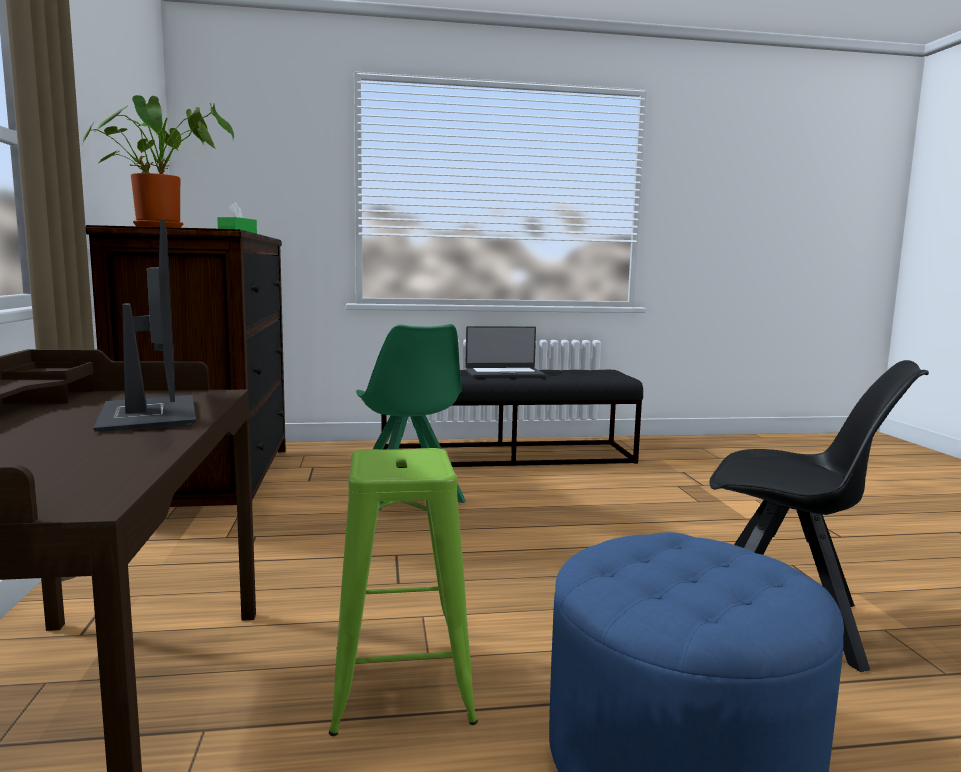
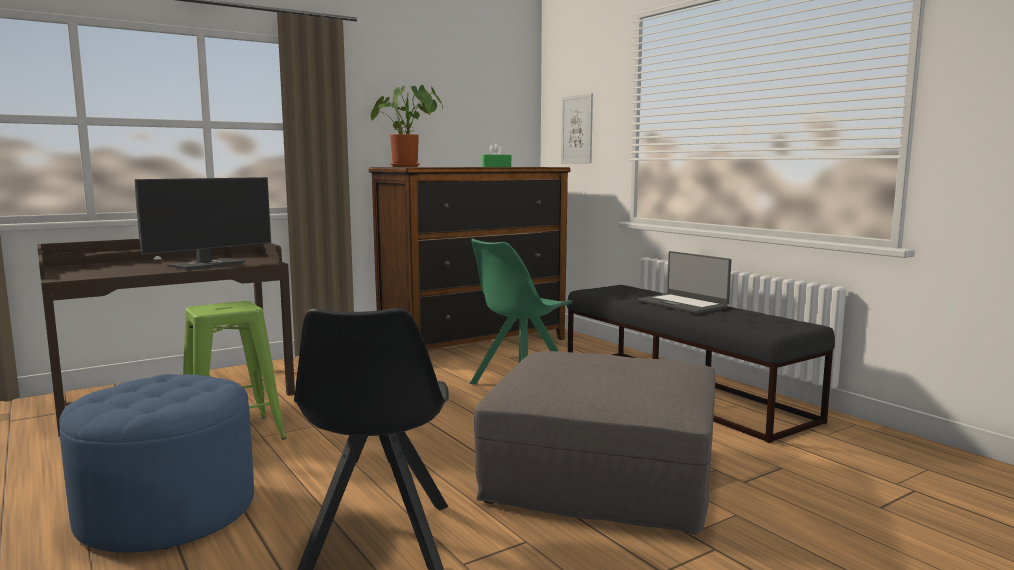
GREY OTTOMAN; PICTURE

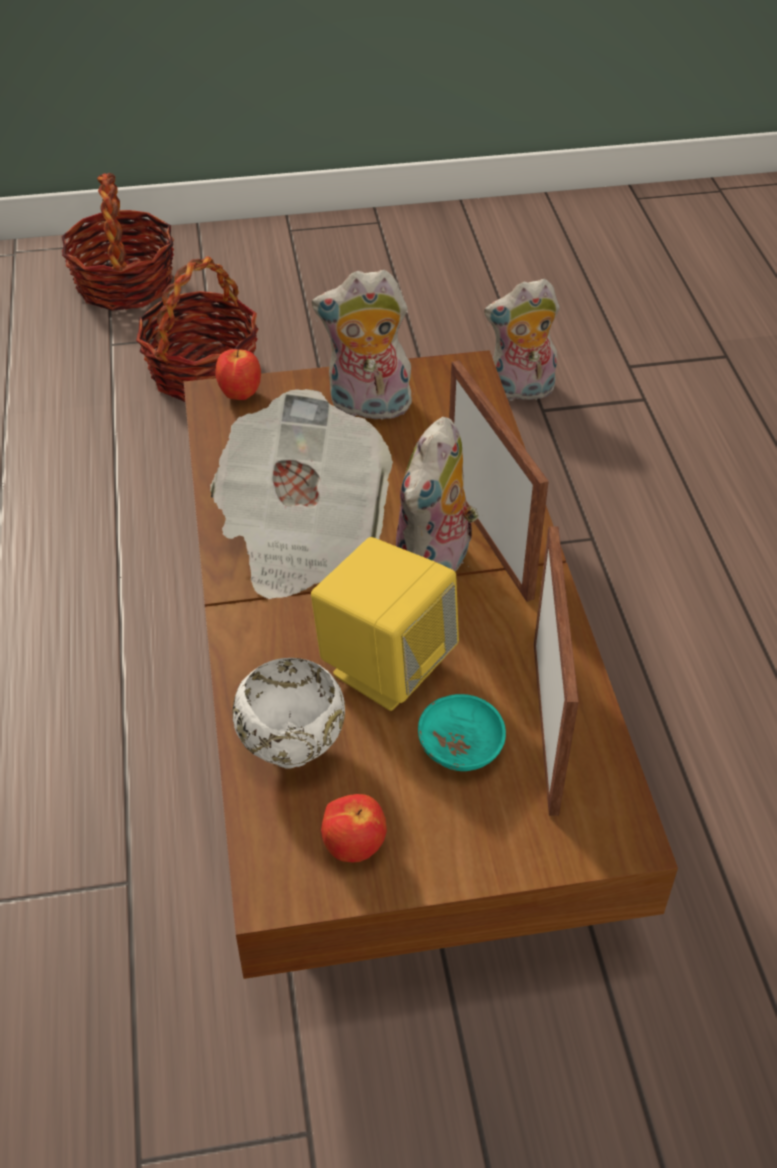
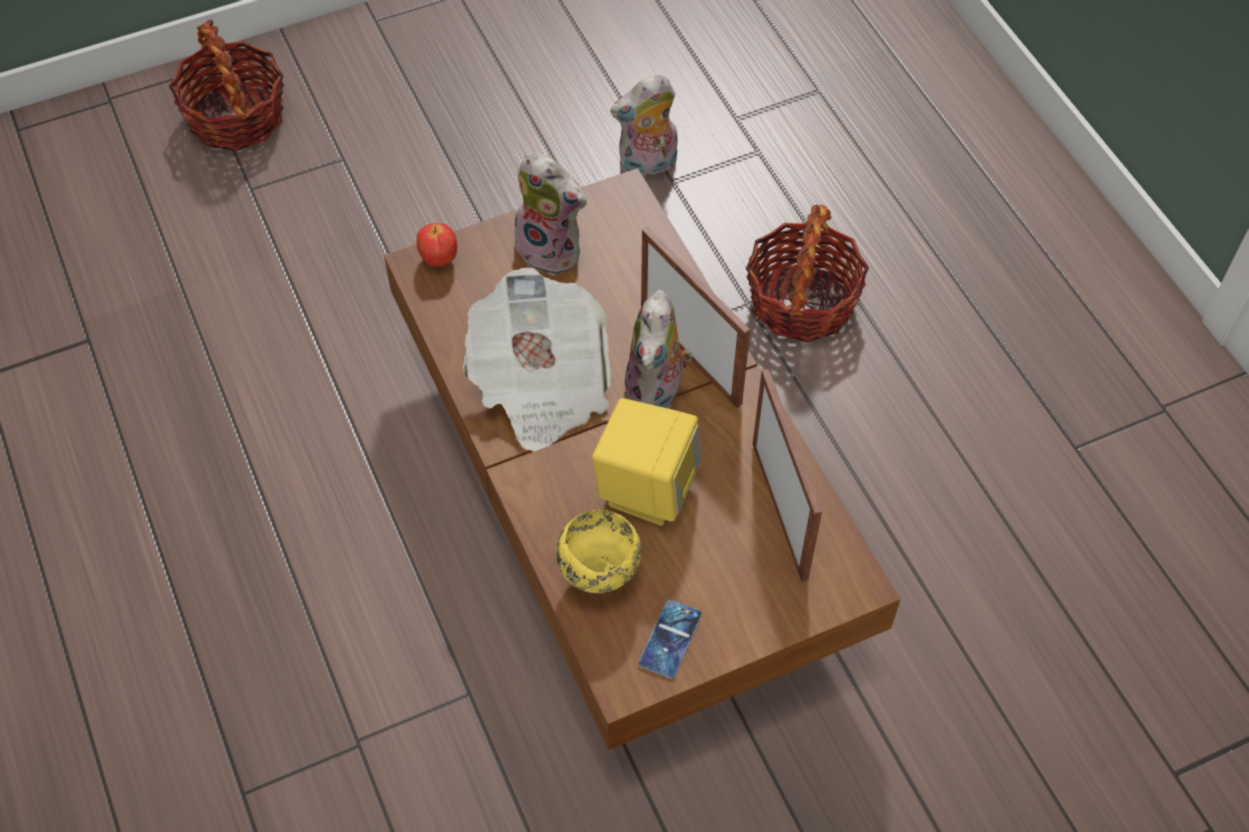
BASKET (no. 2 from left); YELLOW BOWL; PLUSH TOY (no. 1 from left); PHONE; TURQUOISE BOWL

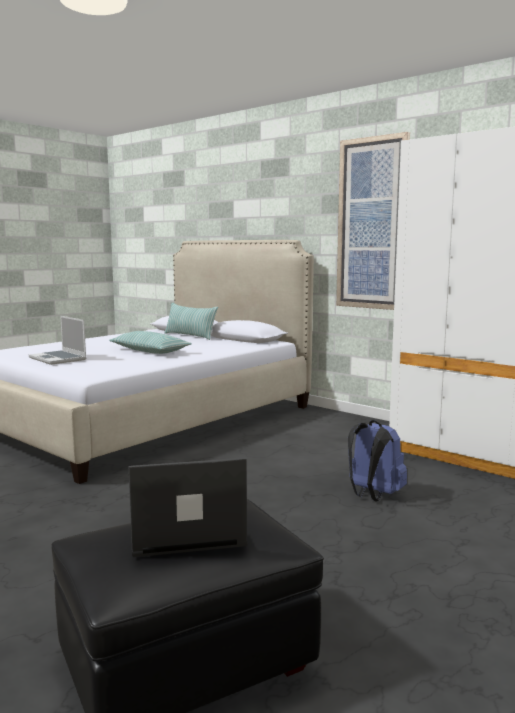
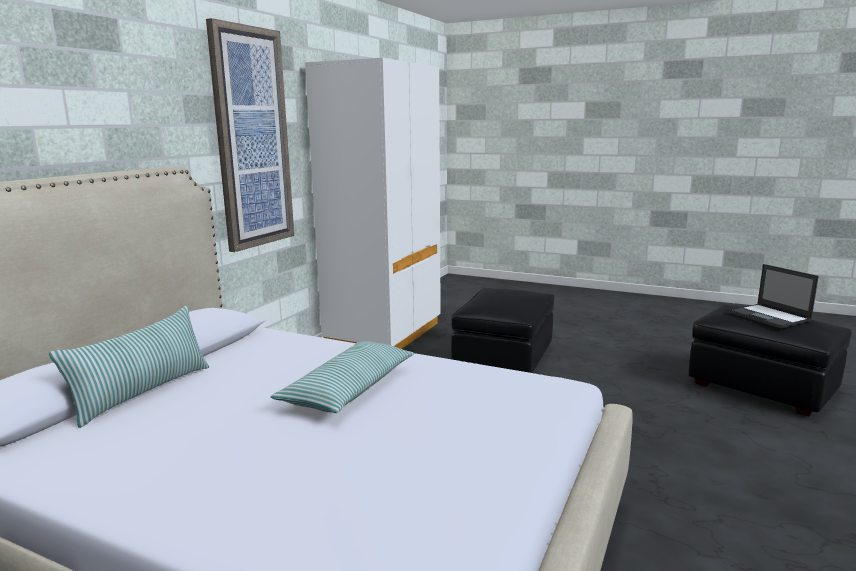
LAPTOP (no. 1 from left in the first image); BLACK OTTOMAN (no. 1 from left)

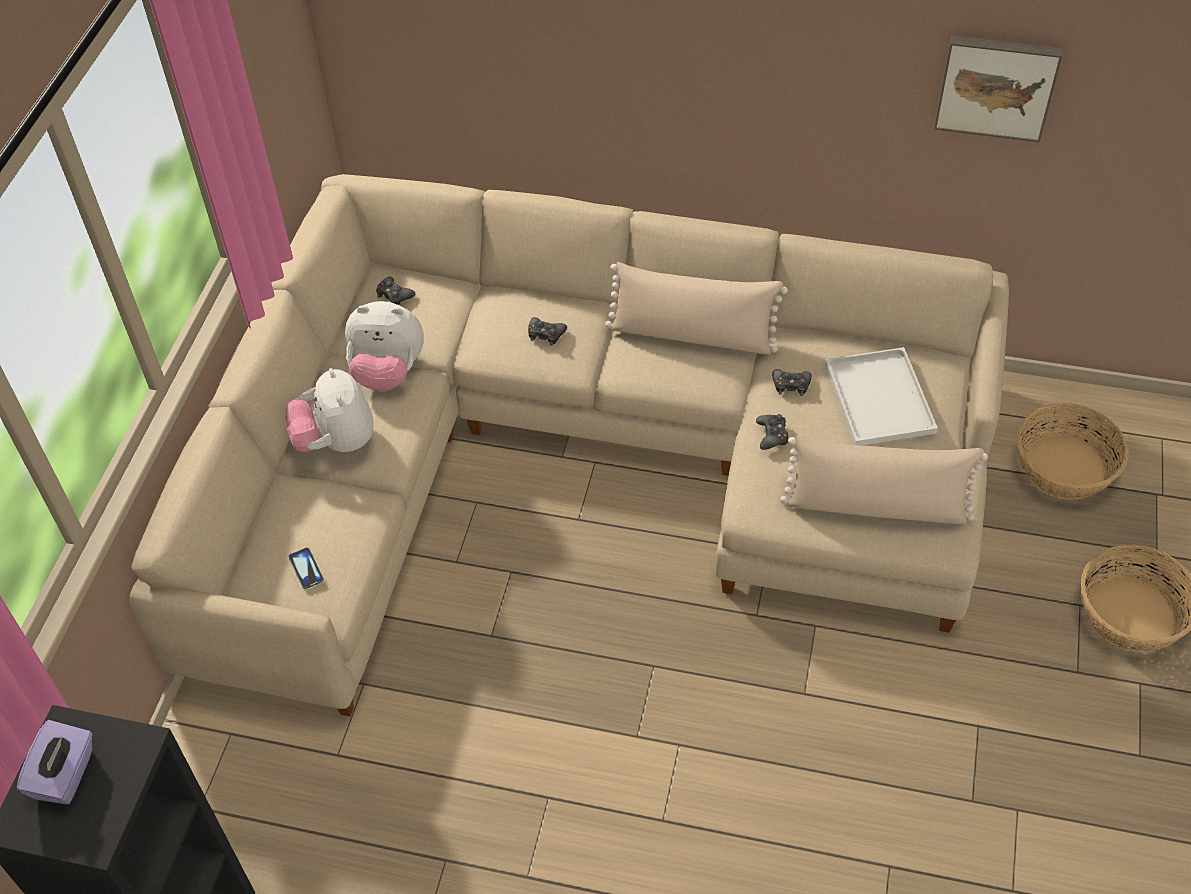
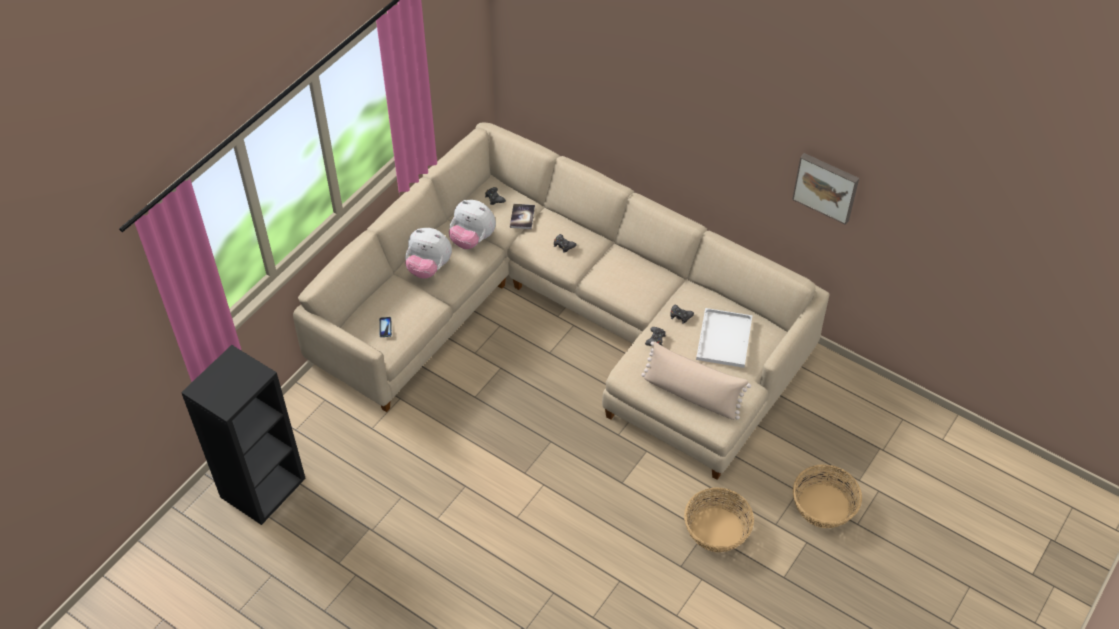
PURPLE TISSUE BOX; PLUSH TOY (no. 1 from left); BEIGE PILLOW (no. 1 from left in the first image); BASKET (no. 1 from left); BOOK

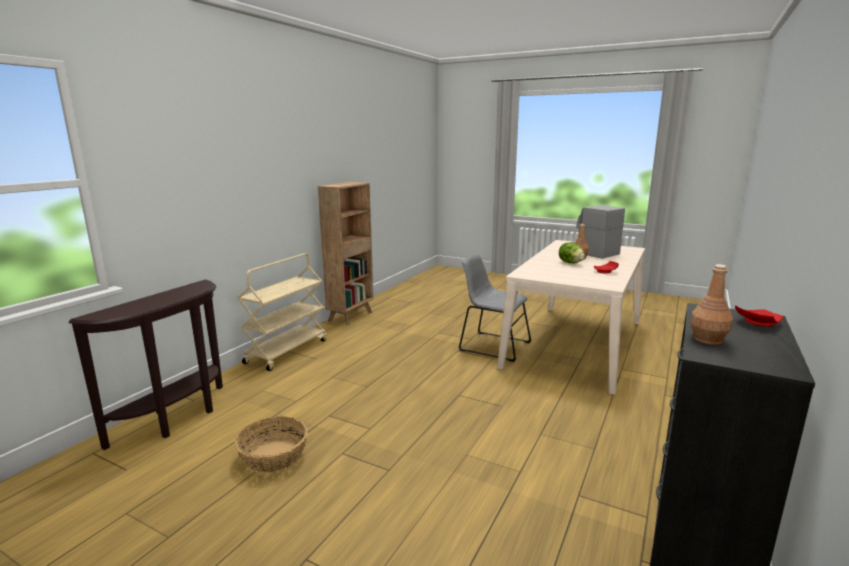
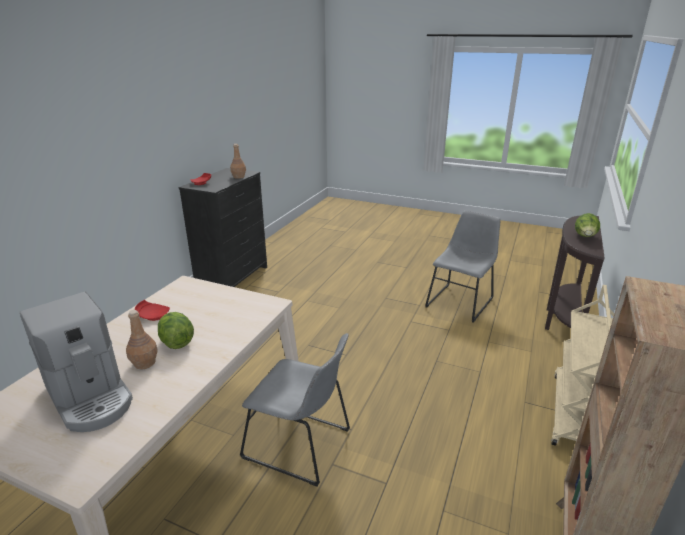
GREY CHAIR (no. 2 from left); LETTUCE (no. 2 from left)

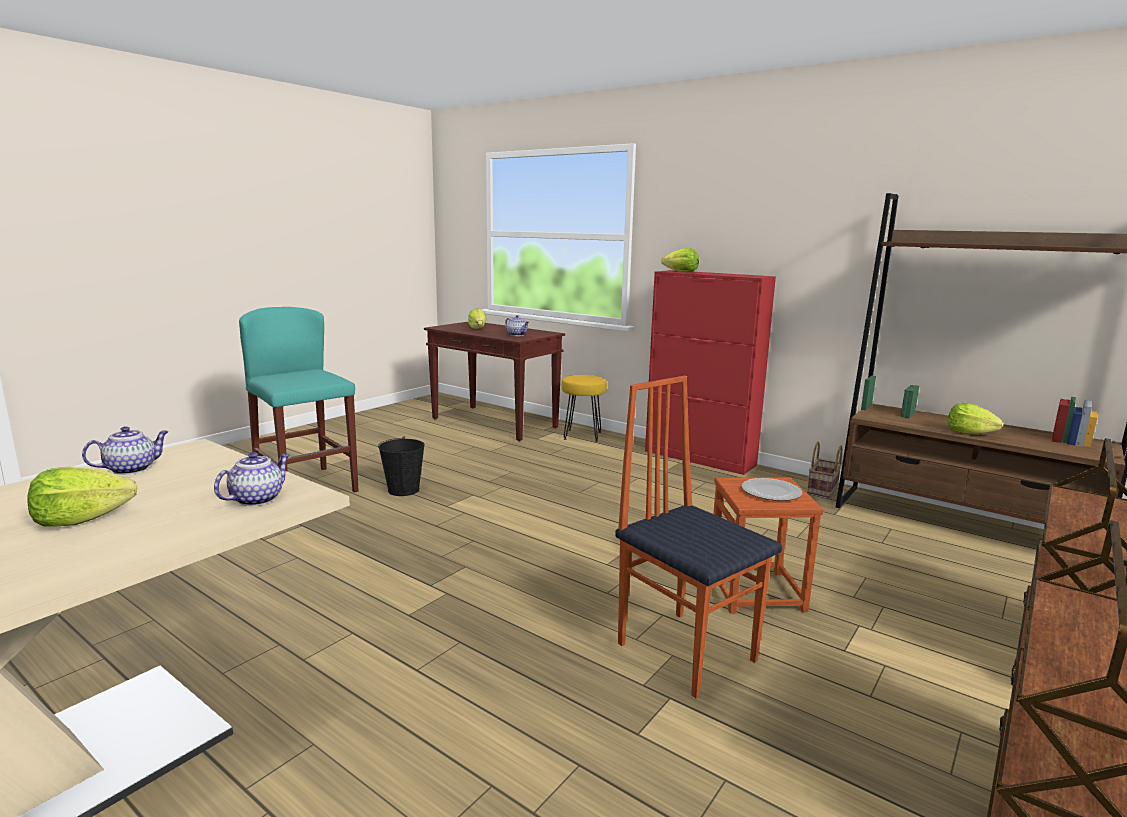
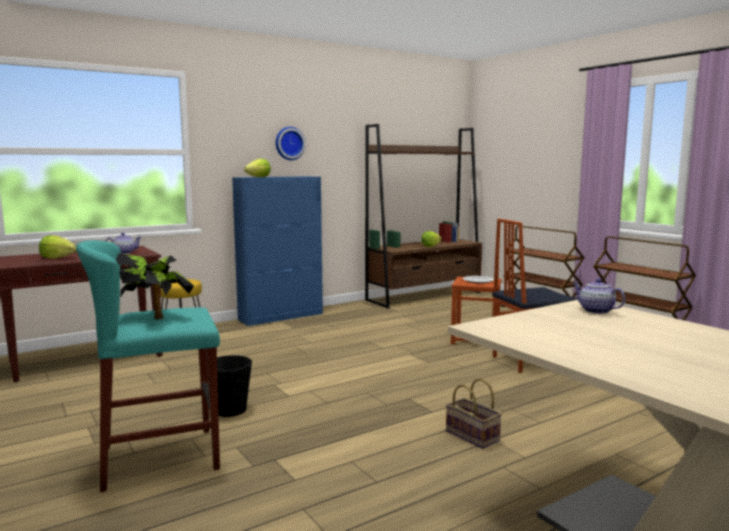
LETTUCE (no. 1 from left in the first image); TEAPOT (no. 1 from left in the first image); BLUE CABINET; BASKET; POTTED PLANT; WALL CLOCK

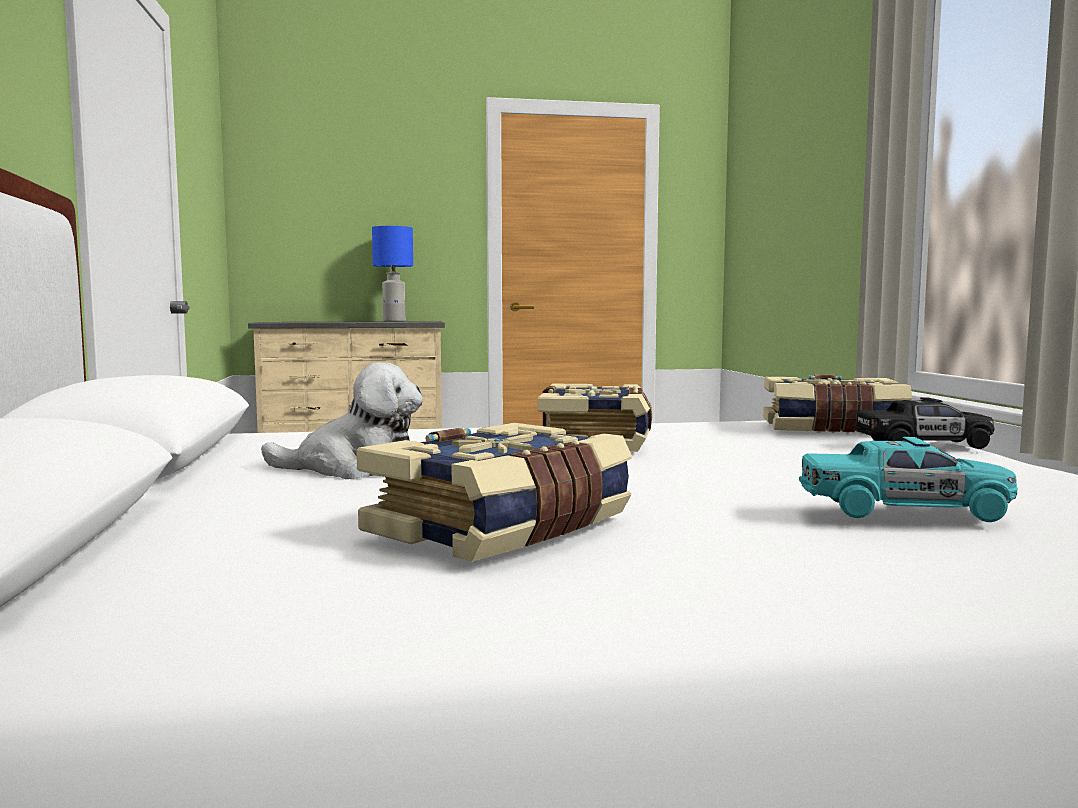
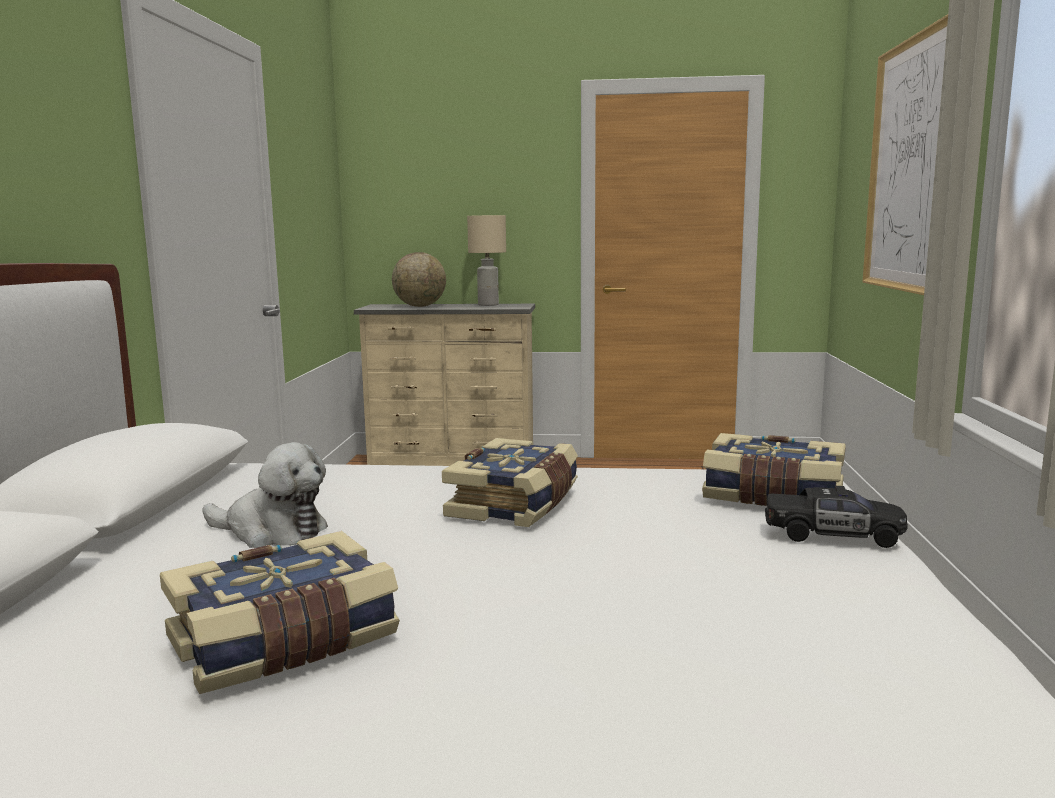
BEIGE TABLE LAMP; TURQUOISE TOY CAR; GLOBE; PICTURE

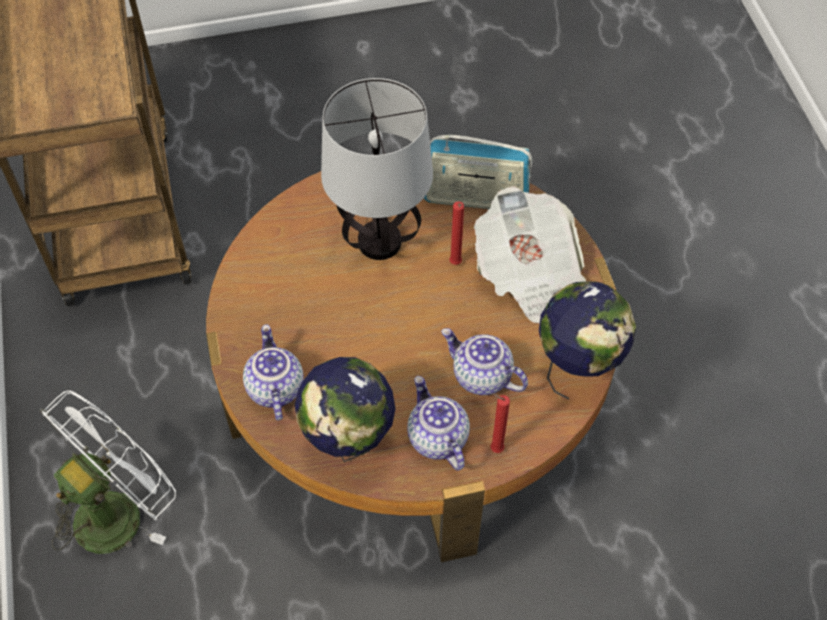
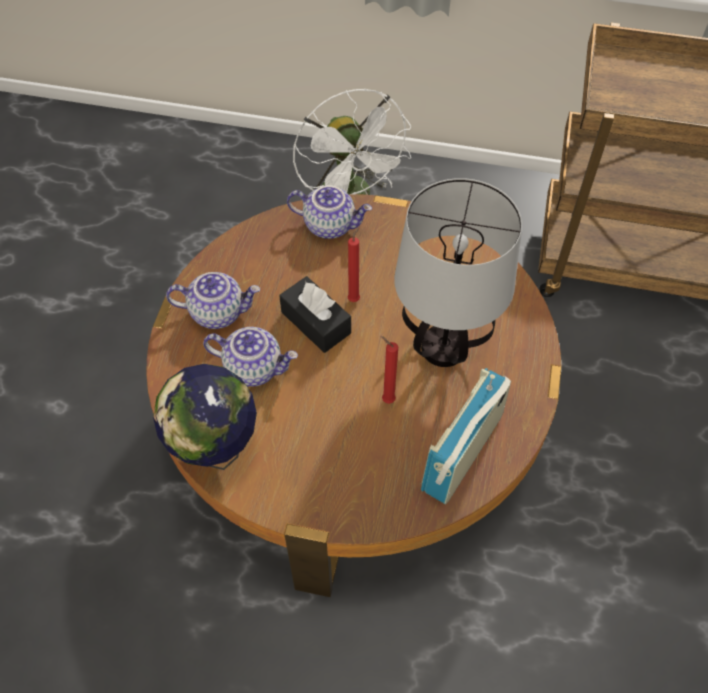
GLOBE (no. 1 from left in the first image); TEAPOT (no. 2 from left); NEWSPAPER; RED CANDLE (no. 1 from left); BLACK TISSUE BOX

